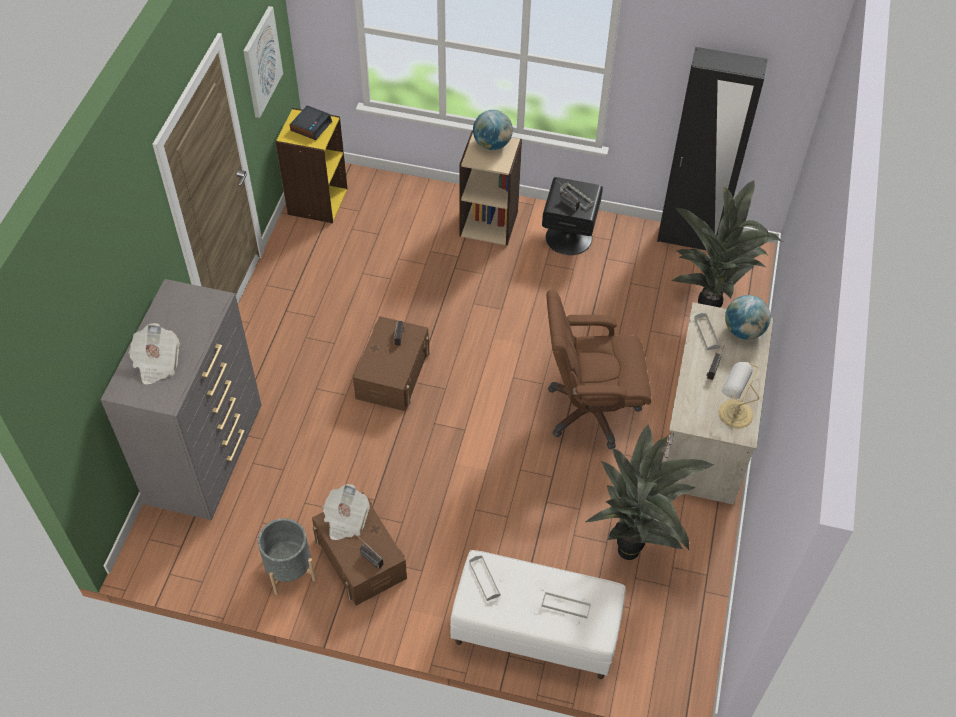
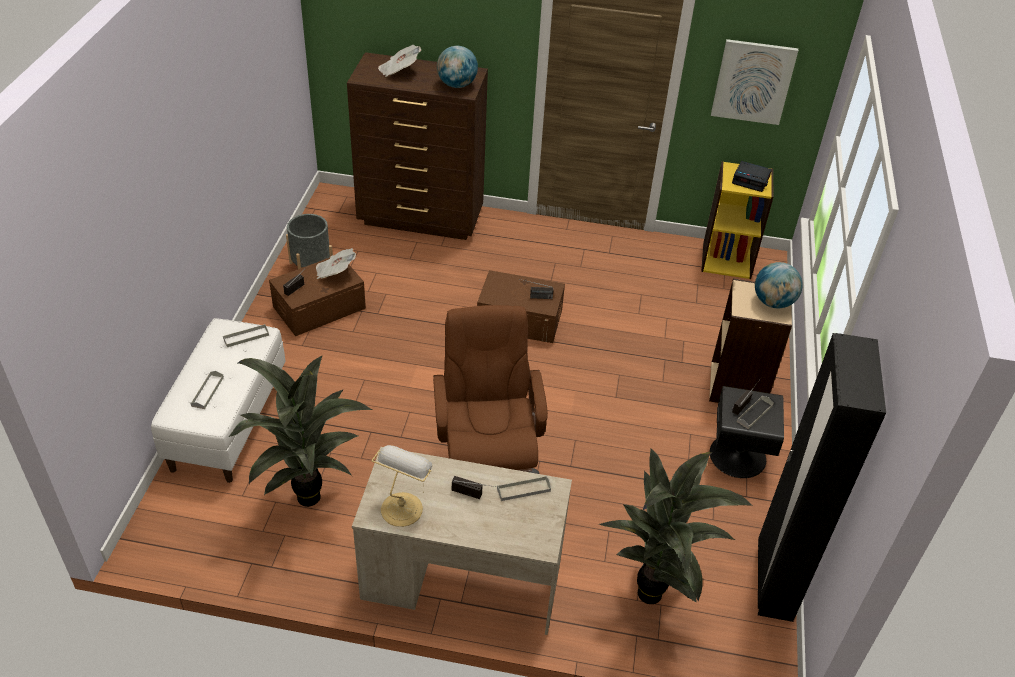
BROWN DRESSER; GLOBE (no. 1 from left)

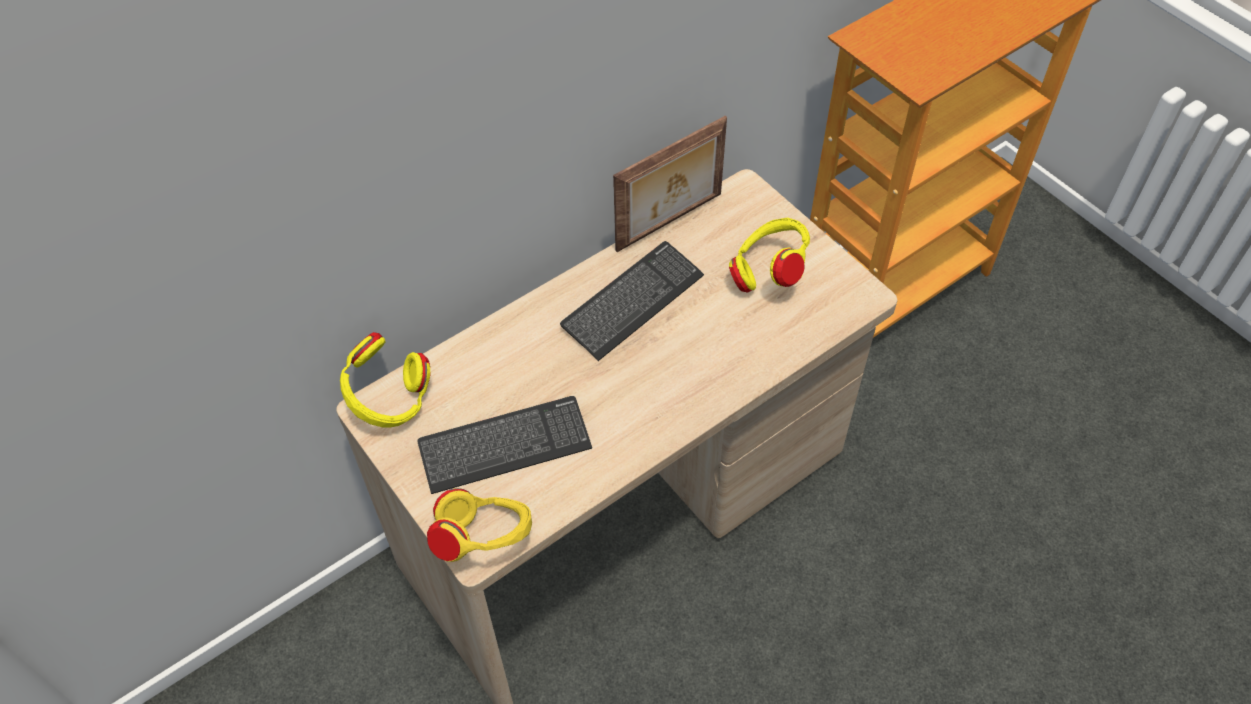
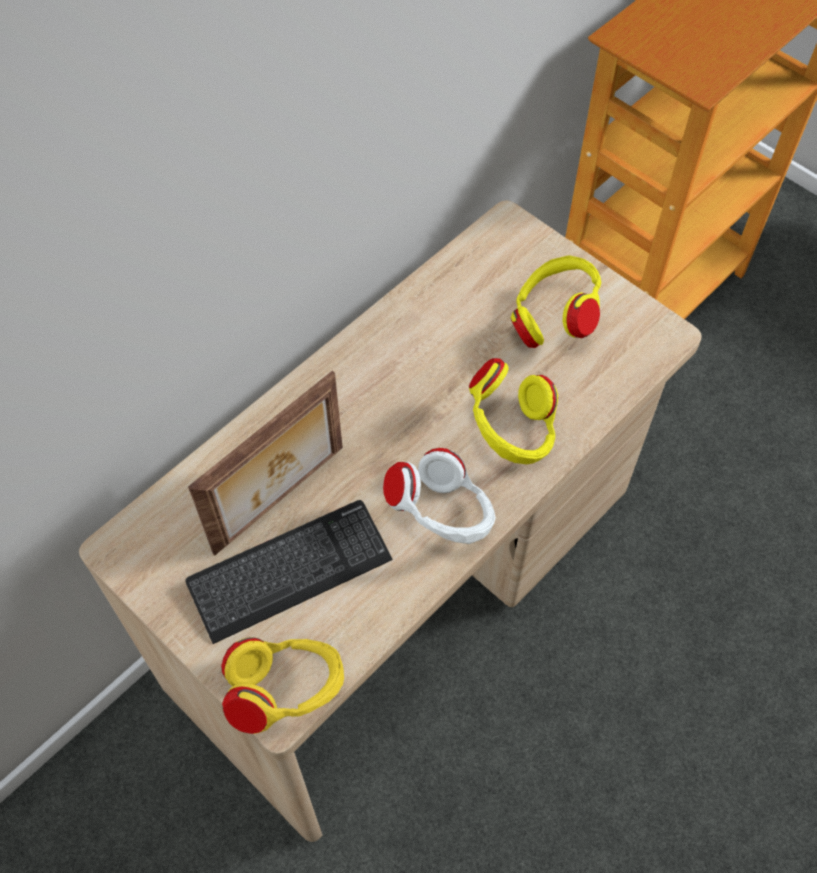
YELLOW HEADPHONES (no. 2 from left); KEYBOARD (no. 2 from left in the first image); PICTURE FRAME; WHITE HEADPHONES

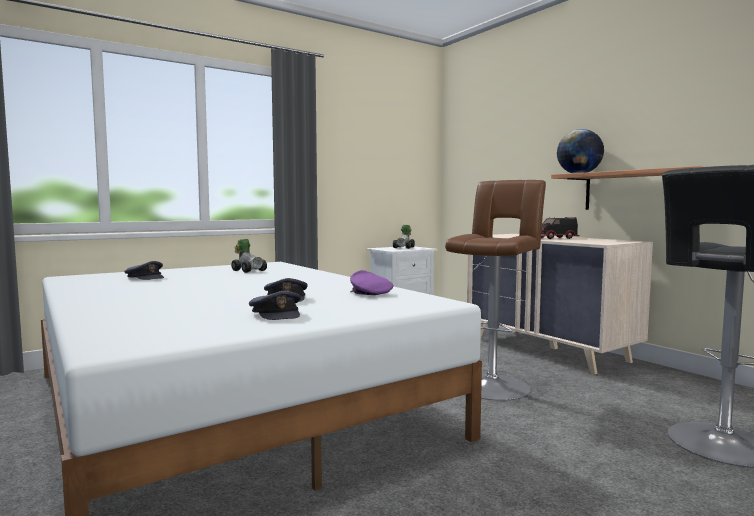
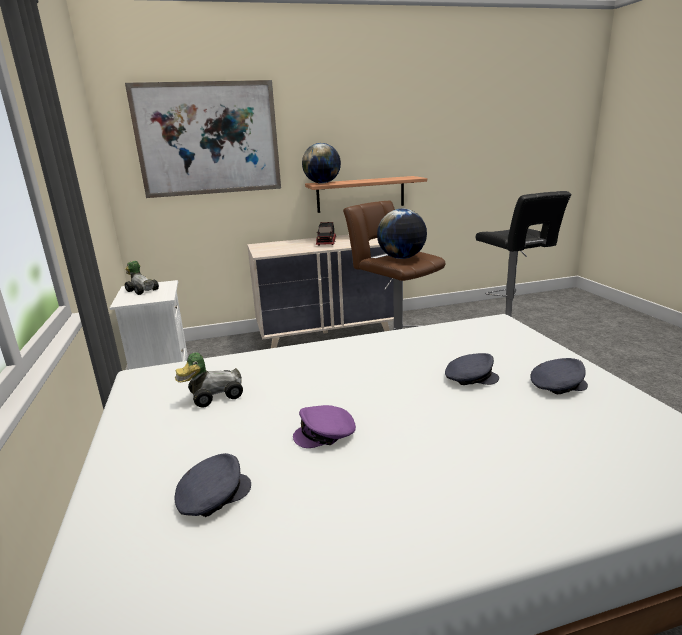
PURPLE CAP; PICTURE; GLOBE (no. 2 from left)

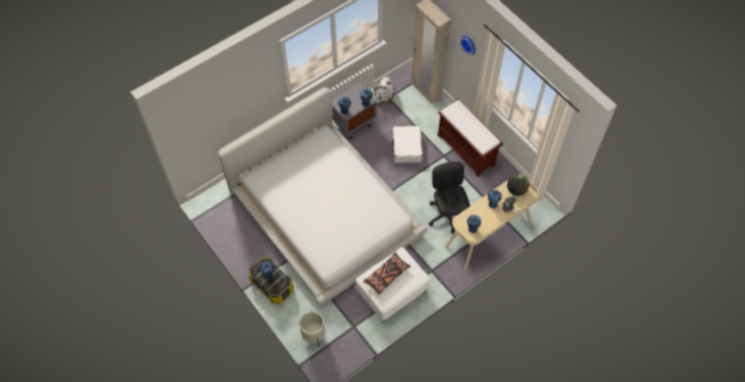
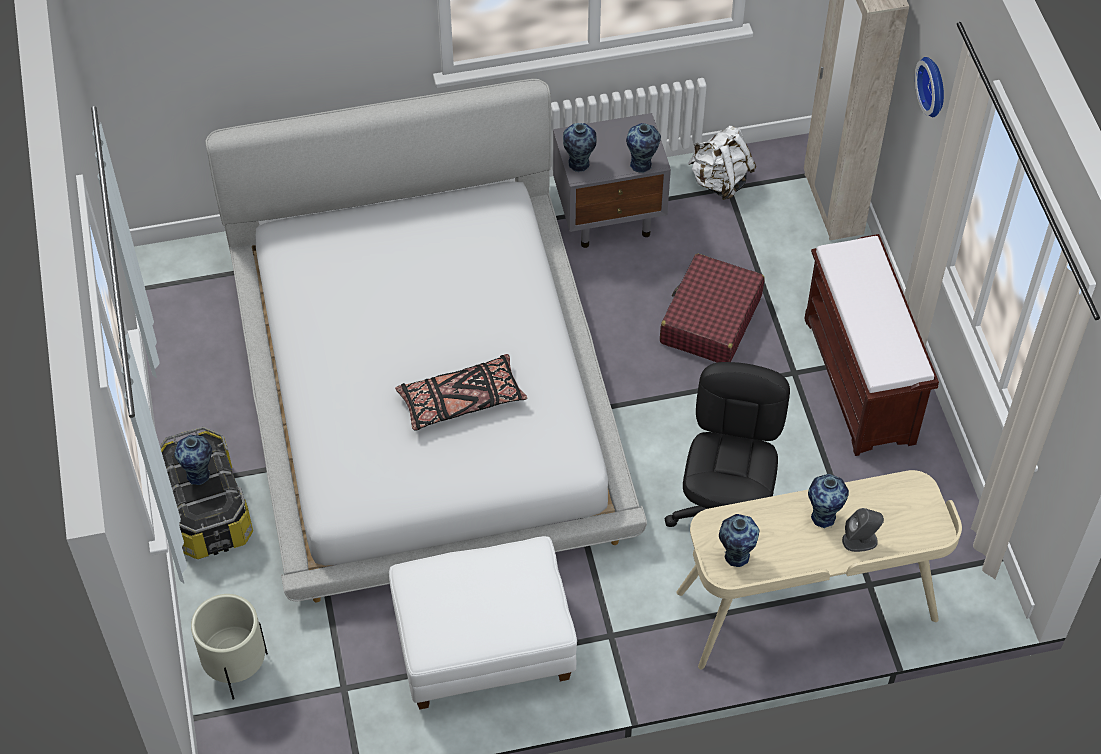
BLACK PILLOW; RED SUITCASE; GLOBE

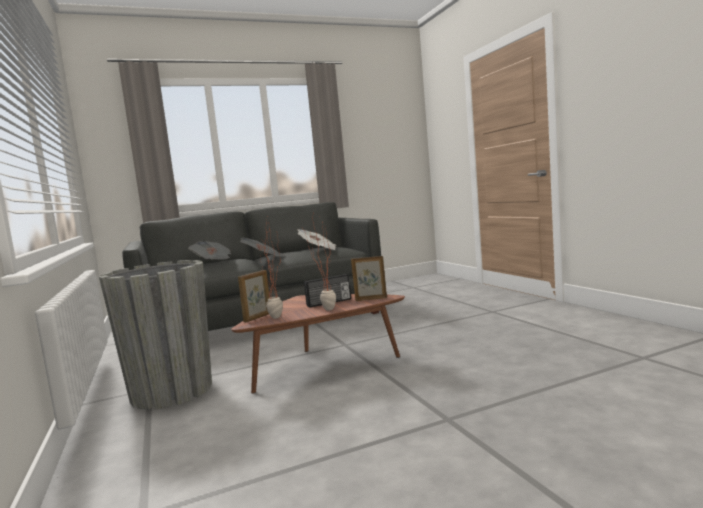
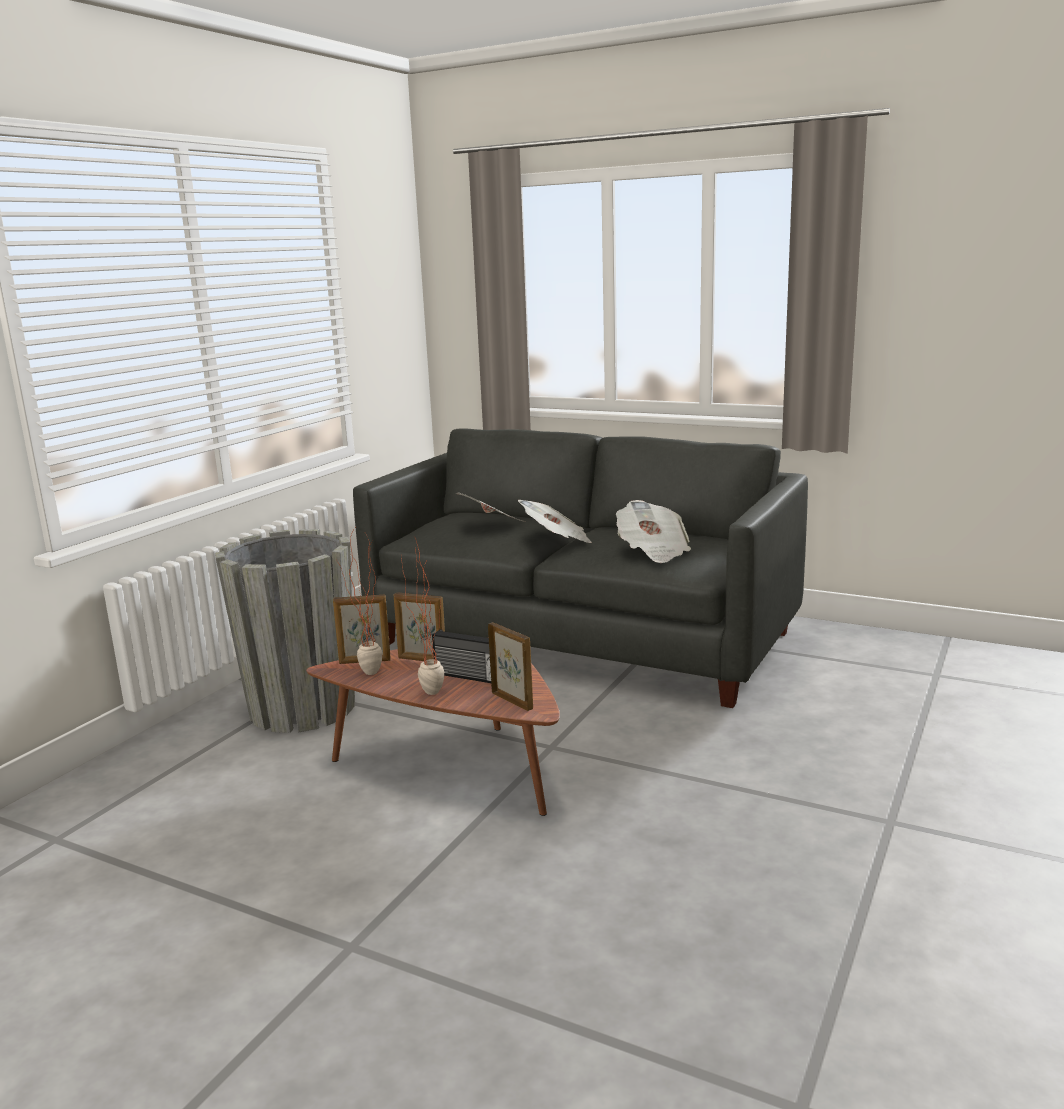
PICTURE FRAME (no. 2 from left)

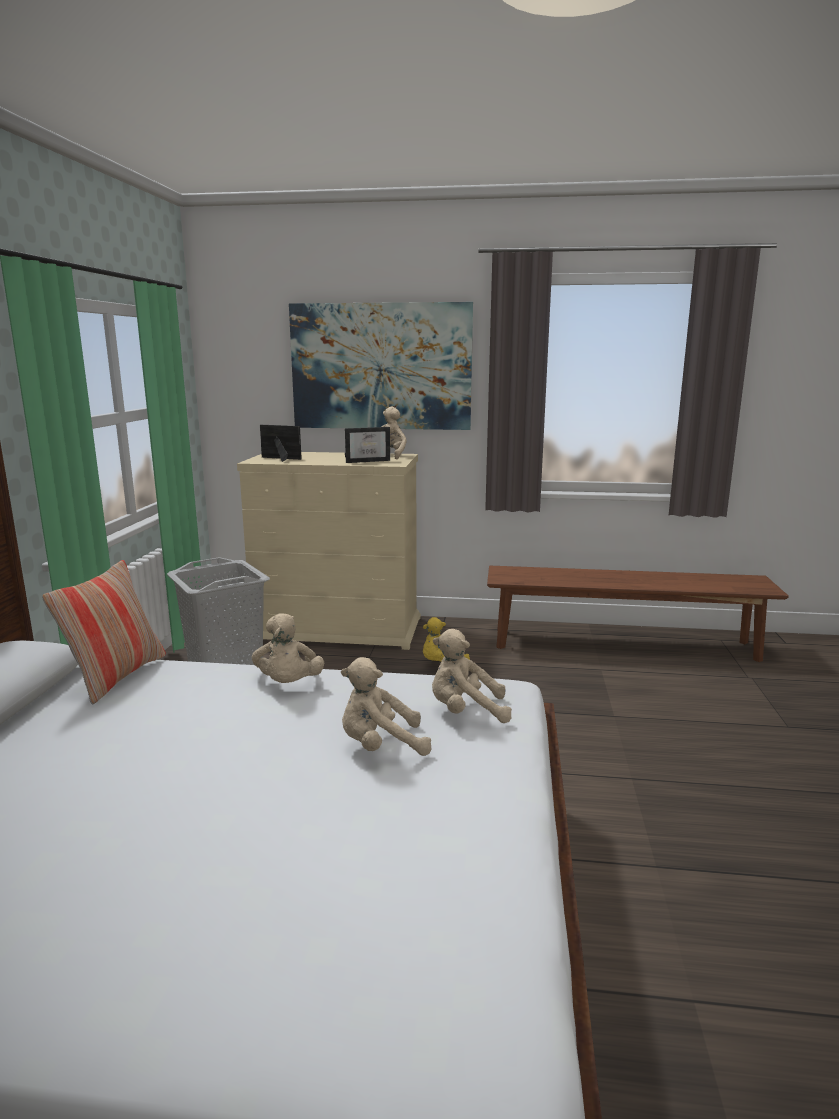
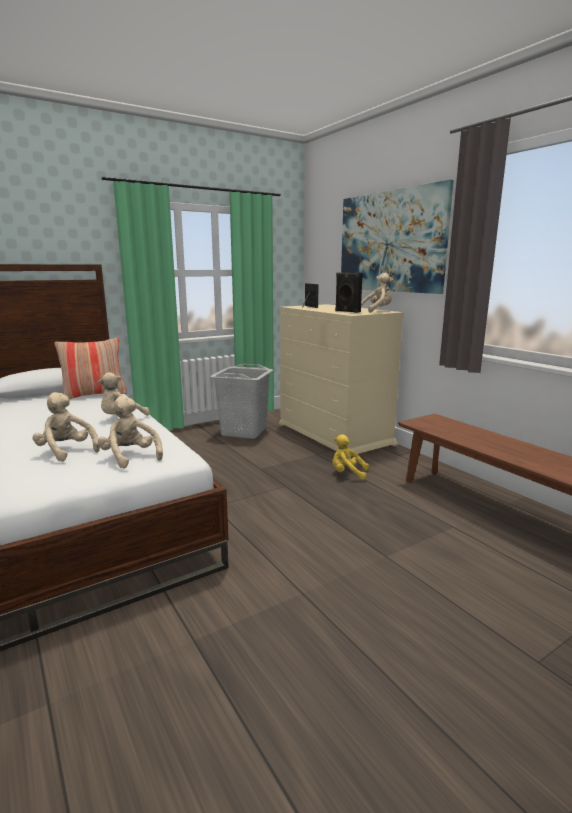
BLACK SPEAKER

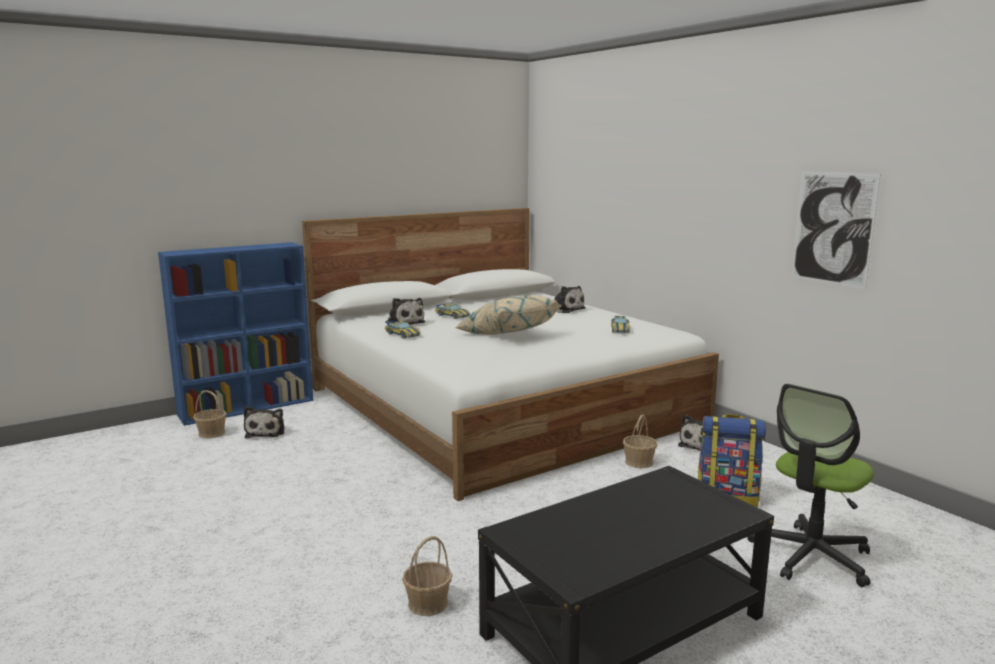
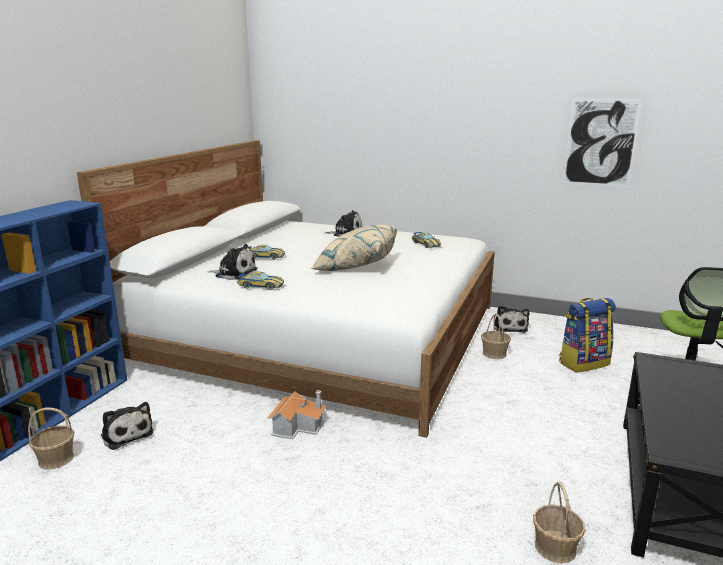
TOY HOUSE

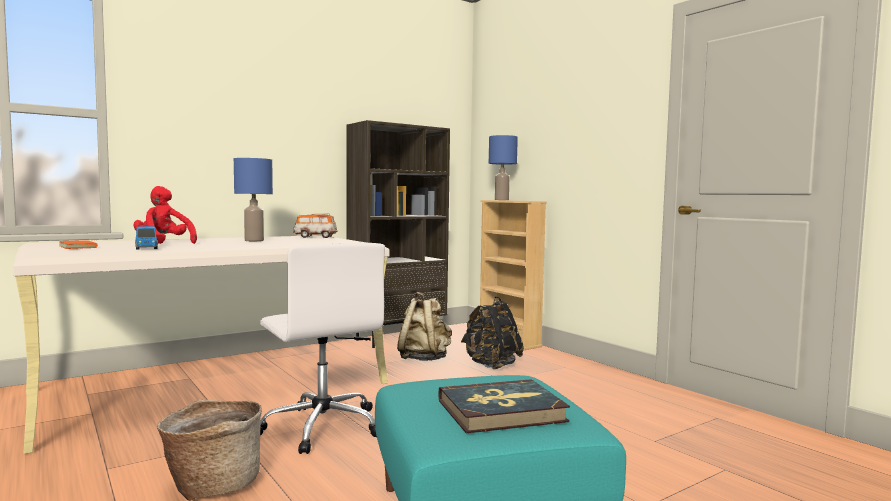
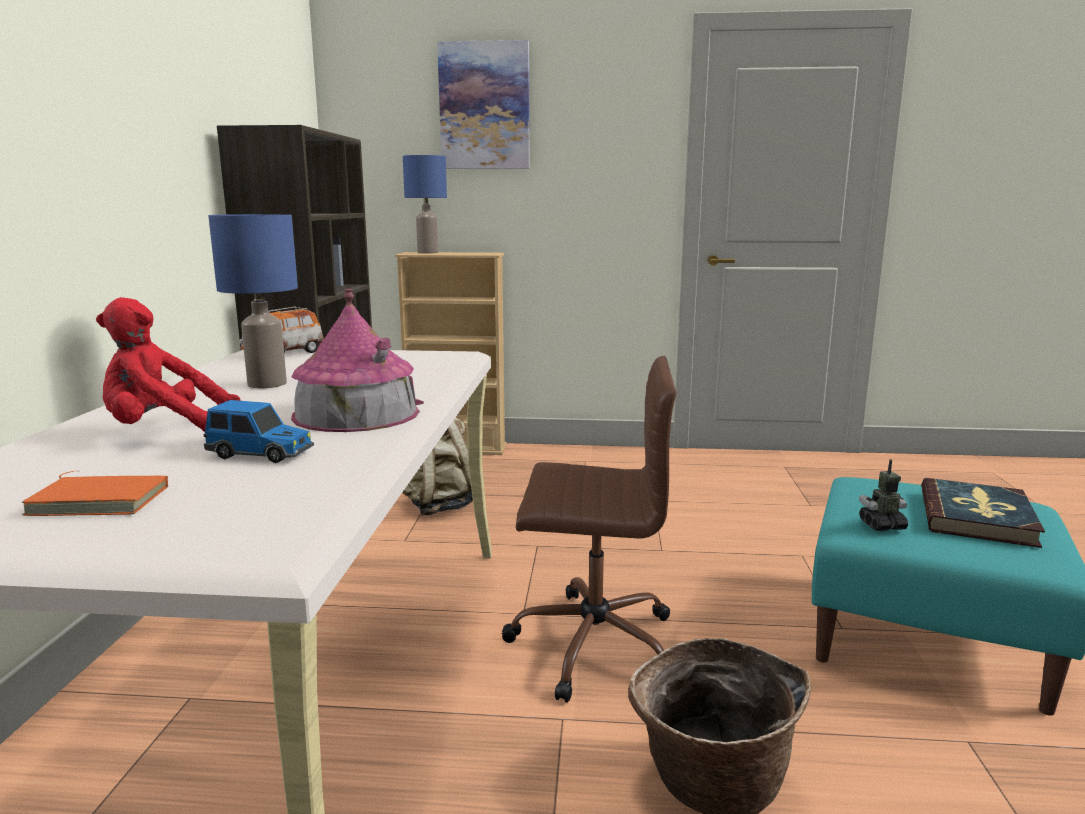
BROWN OFFICE CHAIR; BLACK BACKPACK; TOY HOUSE; PICTURE; TOY ROBOT

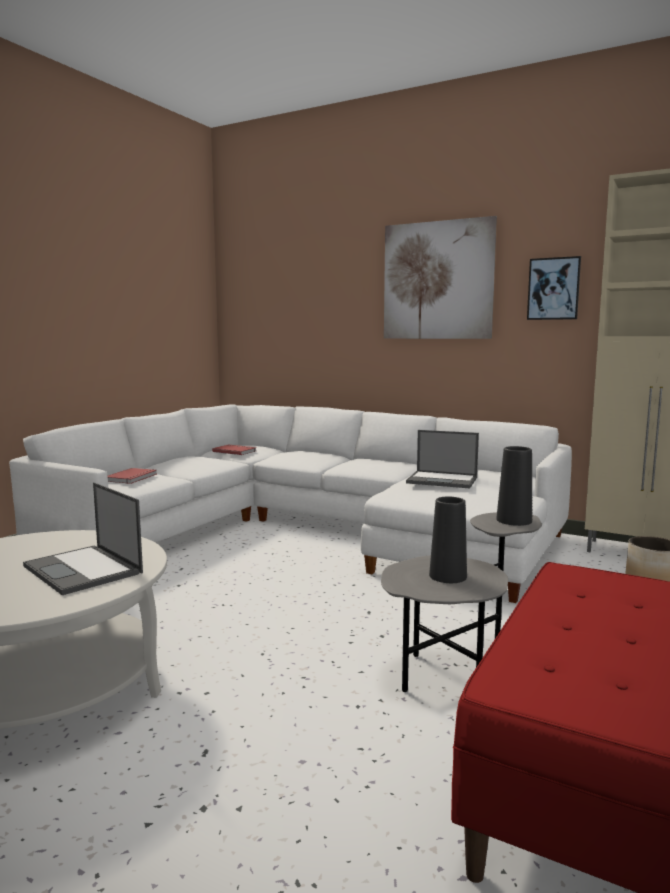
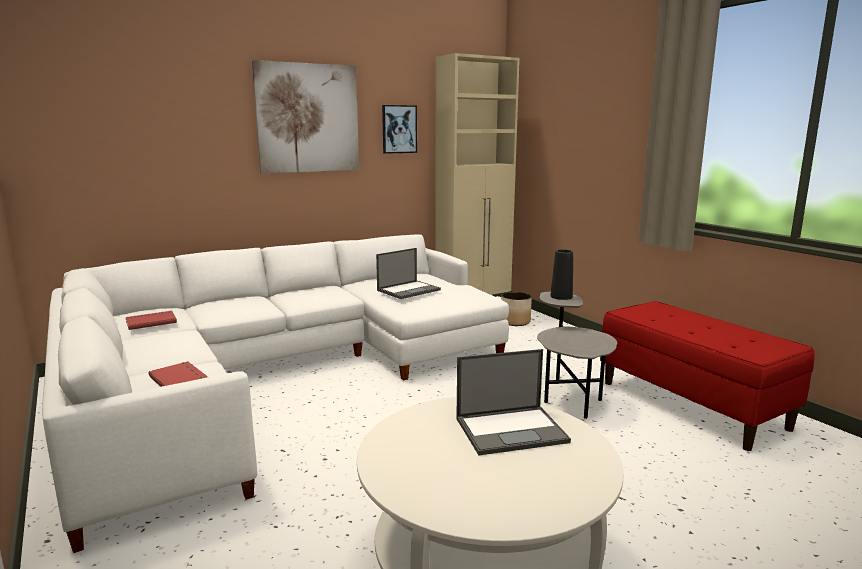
BLACK VASE (no. 1 from left in the first image)

